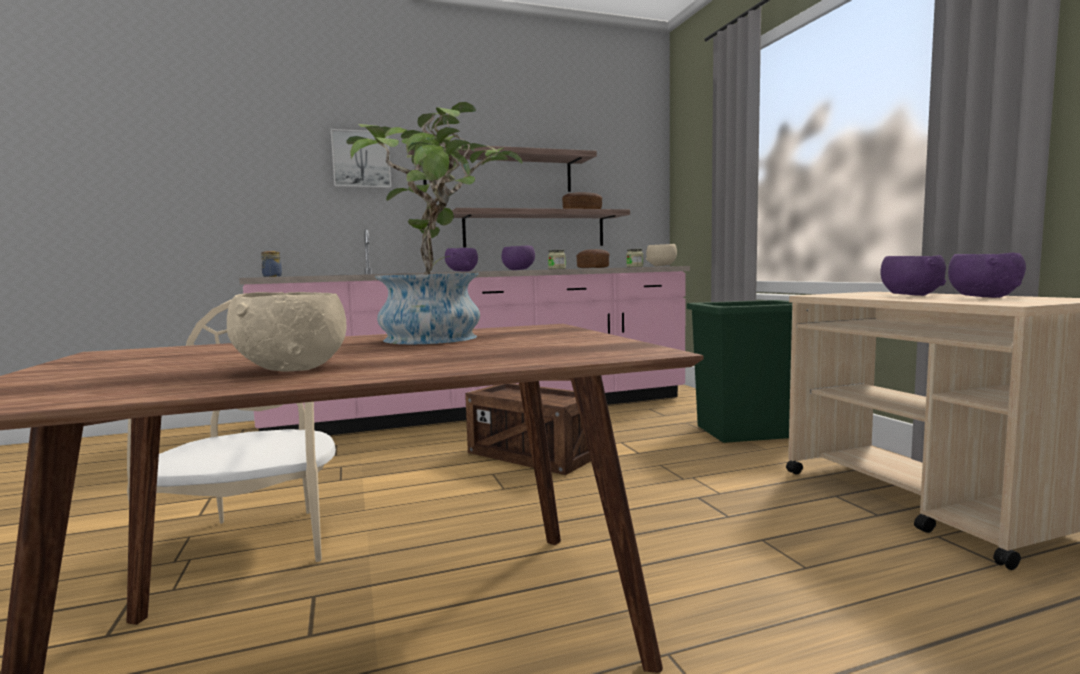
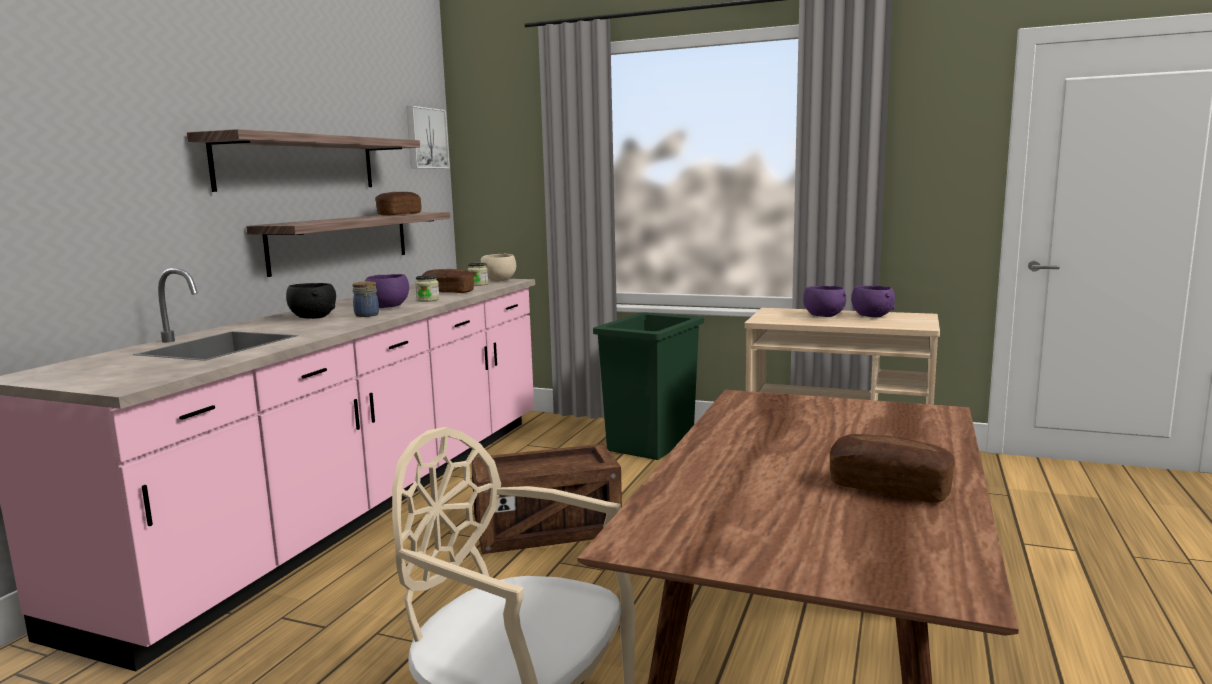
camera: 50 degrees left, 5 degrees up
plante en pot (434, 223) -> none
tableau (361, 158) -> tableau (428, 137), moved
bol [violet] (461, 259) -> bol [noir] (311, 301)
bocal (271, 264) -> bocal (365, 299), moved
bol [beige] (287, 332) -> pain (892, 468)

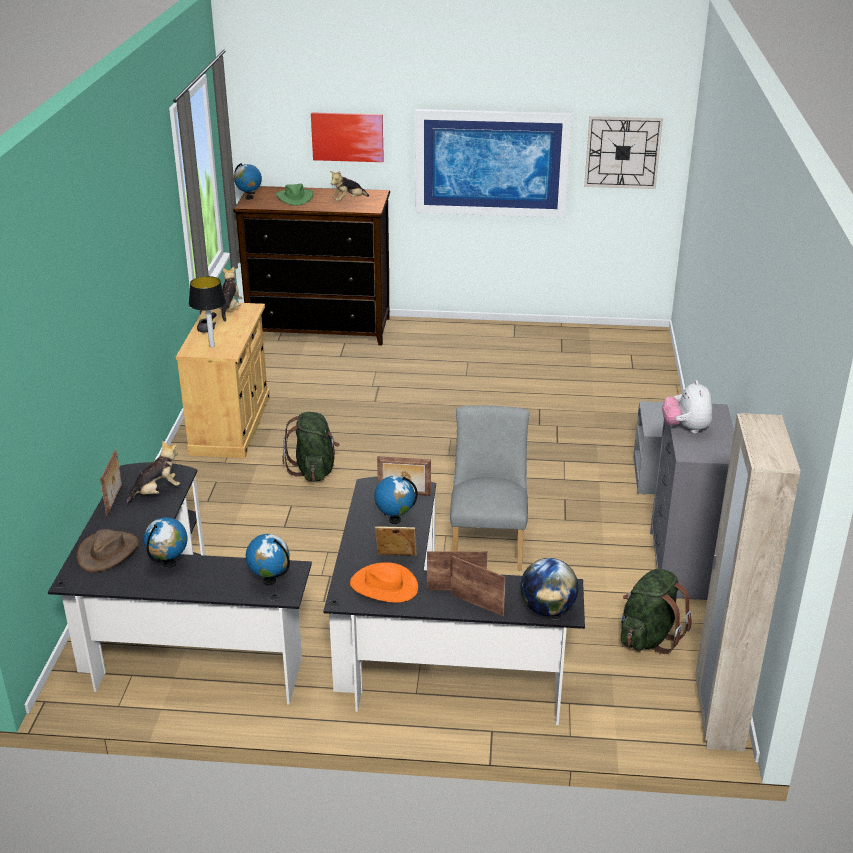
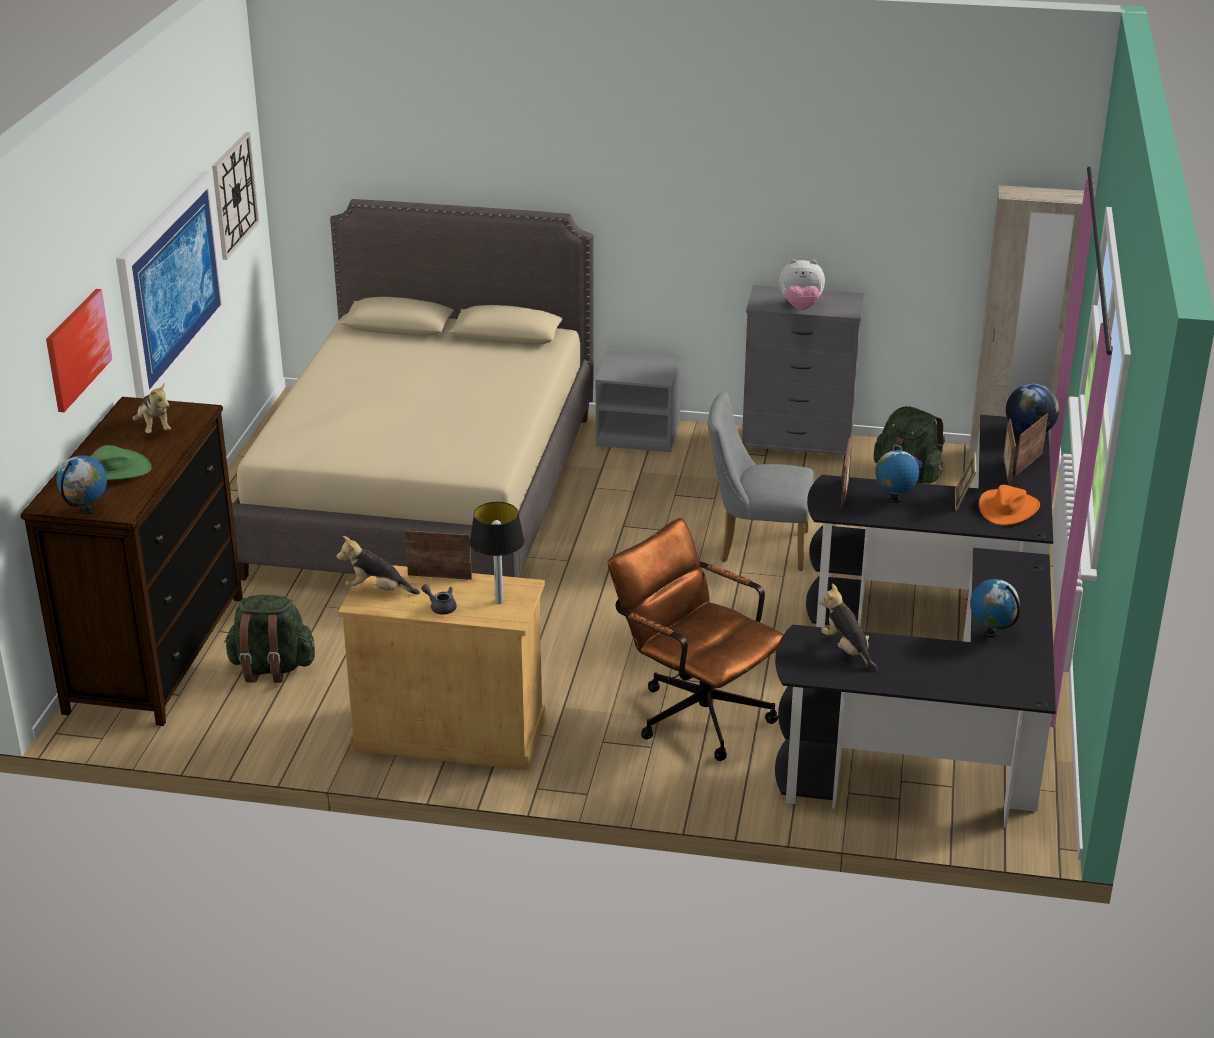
camera: 85 degrees left, 0 degrees up
sac à dos [vert] (311, 447) -> sac à dos [vert] (269, 639), moved
cadre photo (111, 482) -> cadre photo (438, 555), moved
chapeau [marron] (107, 550) -> none
globe (268, 560) -> none
none -> lit [beige] (413, 389)
none -> chaise de bureau [marron] (696, 639)

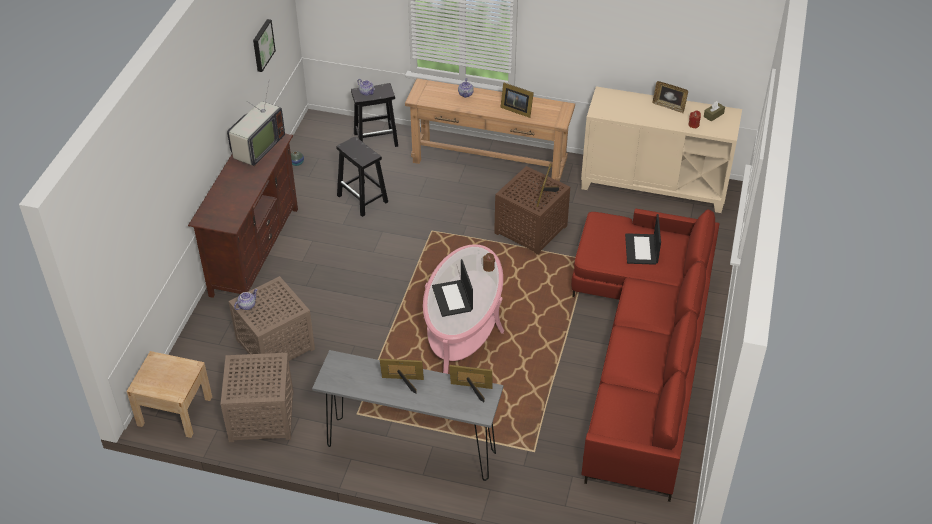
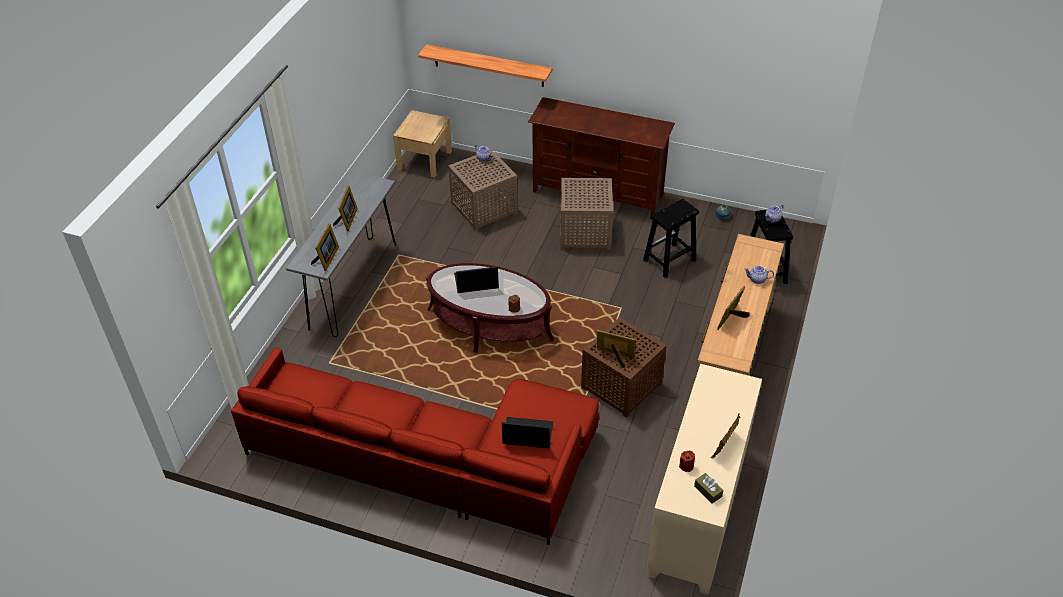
camera: 95 degrees right, 0 degrees up
tableau (264, 45) -> none
téléviseur (256, 123) -> none
table basse [rose] (463, 309) -> table basse [marron] (490, 308)
table d'appoint [marron] (257, 397) -> table d'appoint [marron] (586, 214), moved
none -> étagère (485, 65)

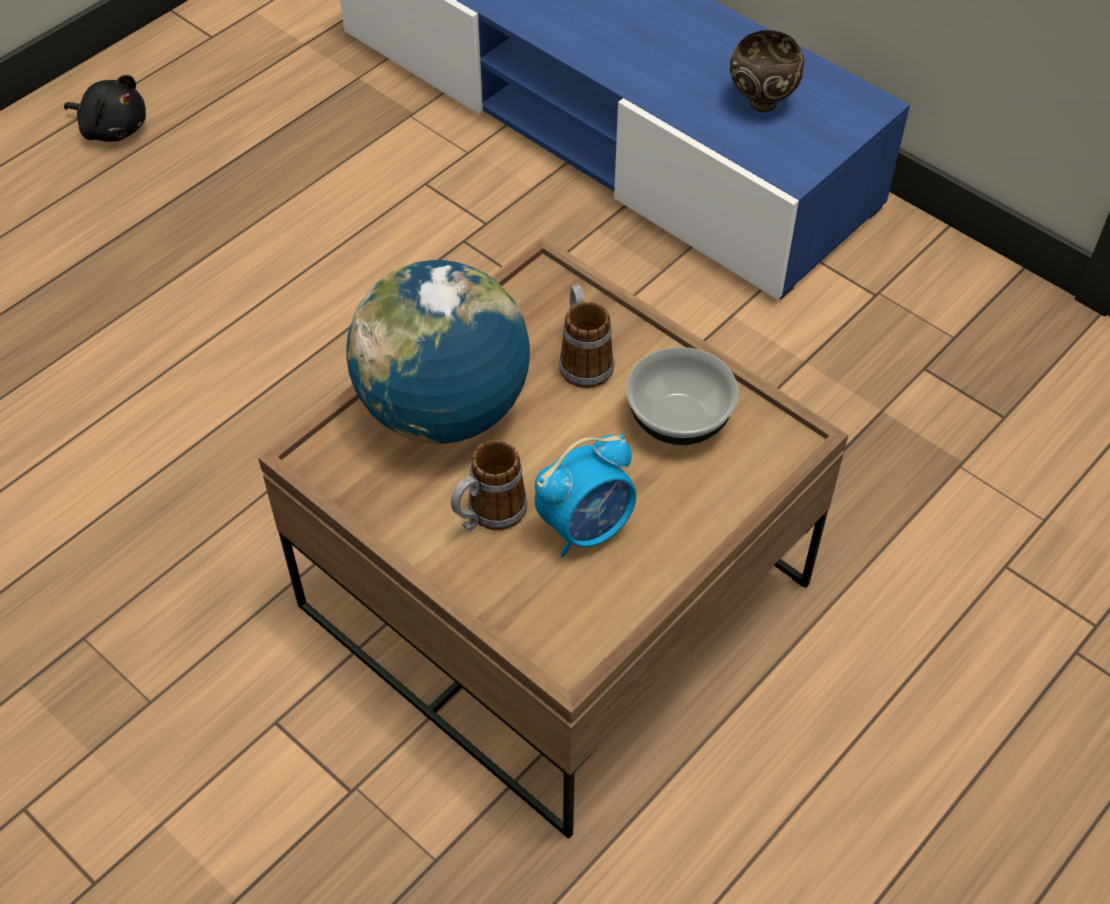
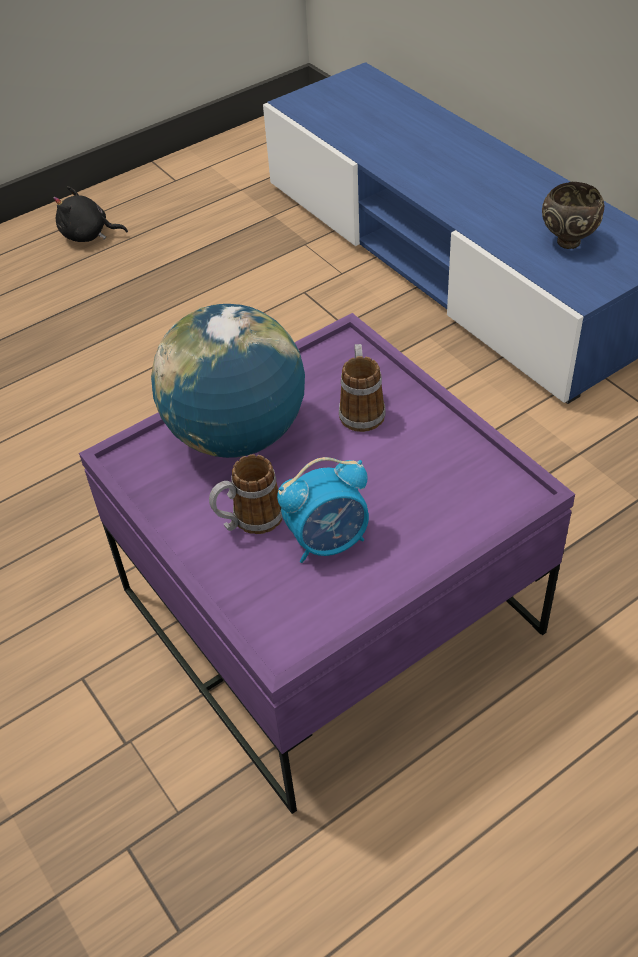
camera: 15 degrees right, 5 degrees down
peluche [noir] (105, 108) -> peluche [noir] (90, 214), 150 degrees clockwise
table basse [marron] (553, 537) -> table basse [violet] (327, 563)
bol (682, 396) -> none

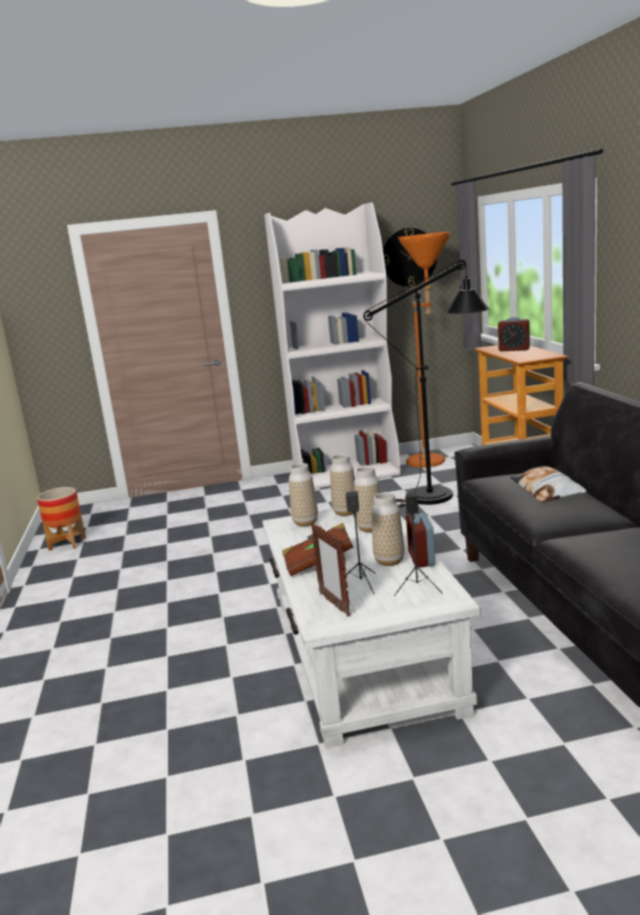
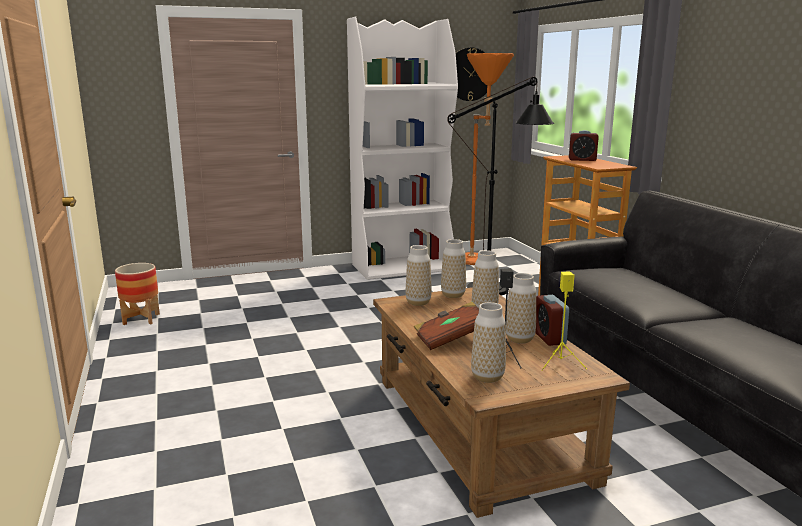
camera: 10 degrees left, 0 degrees up
coussin (548, 484) -> none
enceinte [noir] (418, 544) -> enceinte [jaune] (564, 321)
table basse [blanc] (371, 628) -> table basse [marron] (501, 402)
cadre photo (331, 569) -> vase (488, 342)

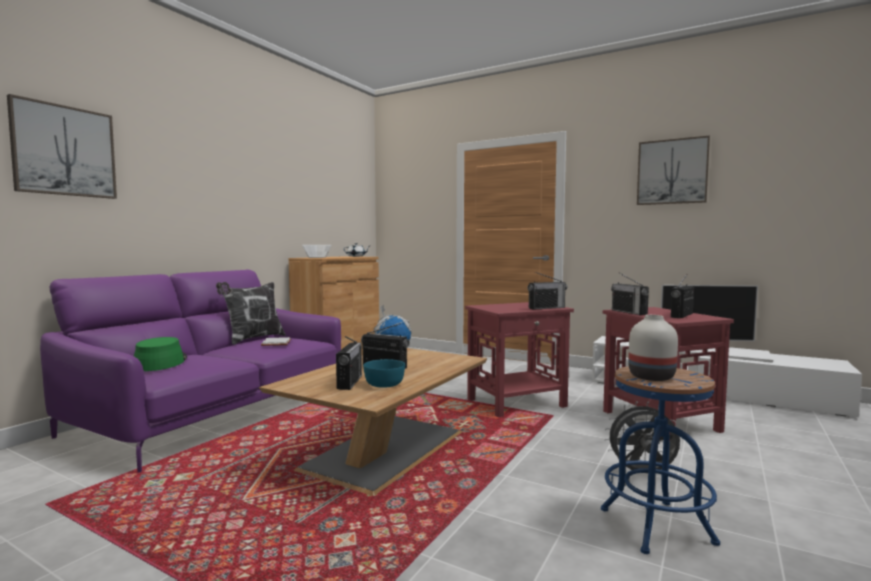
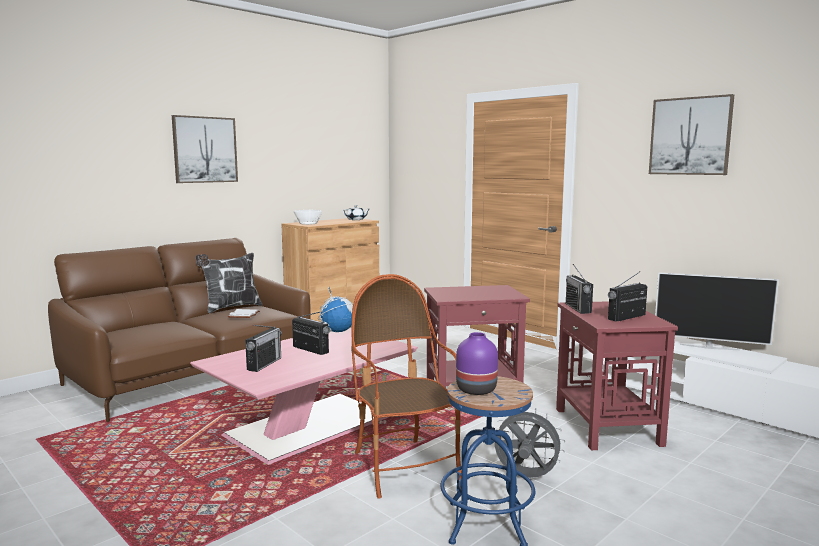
camera: 15 degrees right, 5 degrees up
tableau (62, 146) -> tableau (205, 149), moved
canapé [violet] (190, 371) -> canapé [marron] (179, 330)
radio (547, 291) -> none
vase [blanc] (653, 348) -> vase [violet] (477, 363)
chapeau [vert] (160, 354) -> none
table basse [marron] (373, 422) -> table basse [rose] (304, 396)
bol [turquoise] (384, 373) -> none
none -> fauteuil (406, 386)

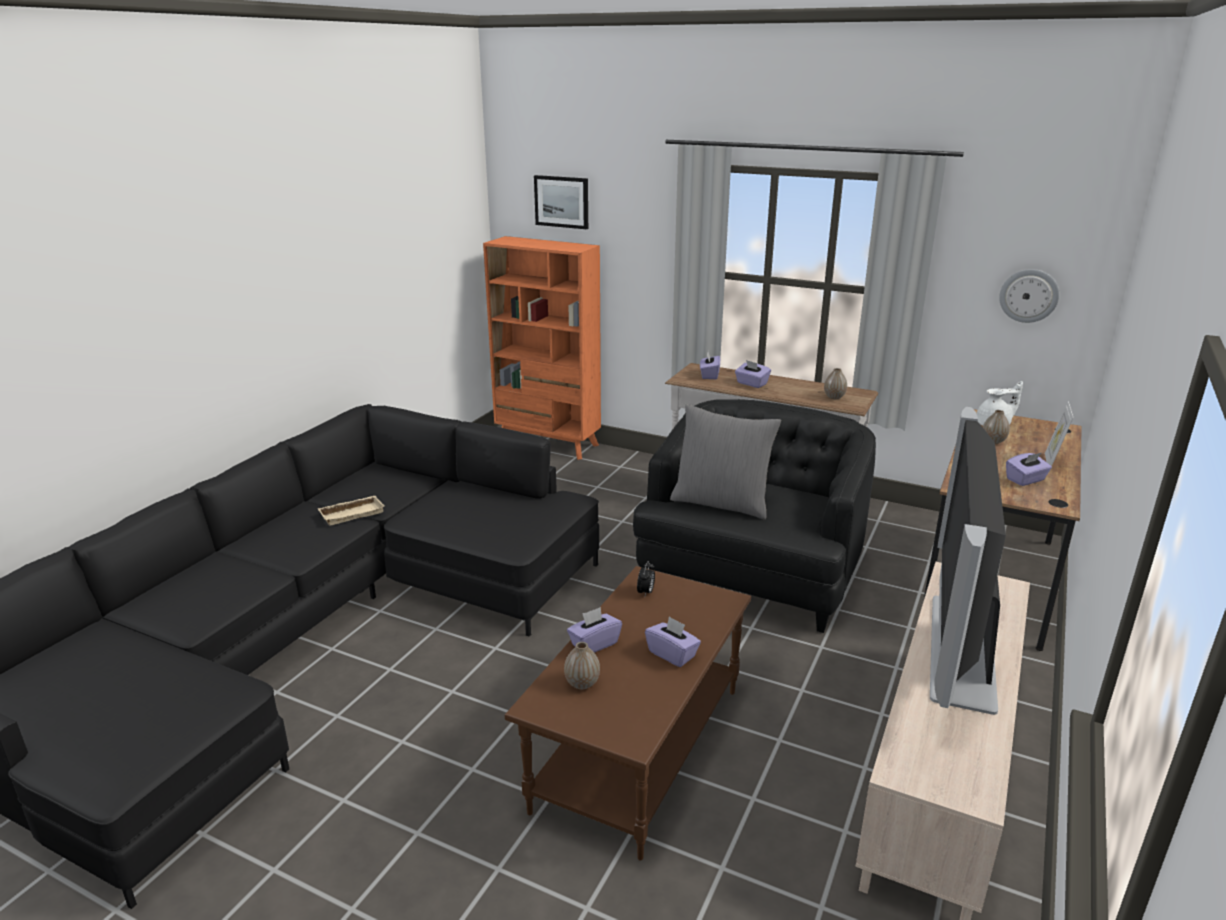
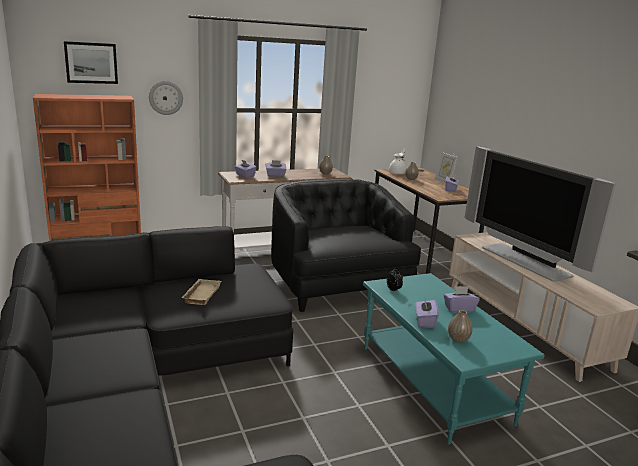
camera: 50 degrees left, 5 degrees down
horloge murale (1029, 296) -> horloge murale (166, 98), moved
coussin [gris] (725, 461) -> none
plateau [beige] (350, 511) -> plateau [beige] (201, 292), moved
table basse [marron] (628, 713) -> table basse [turquoise] (454, 359)

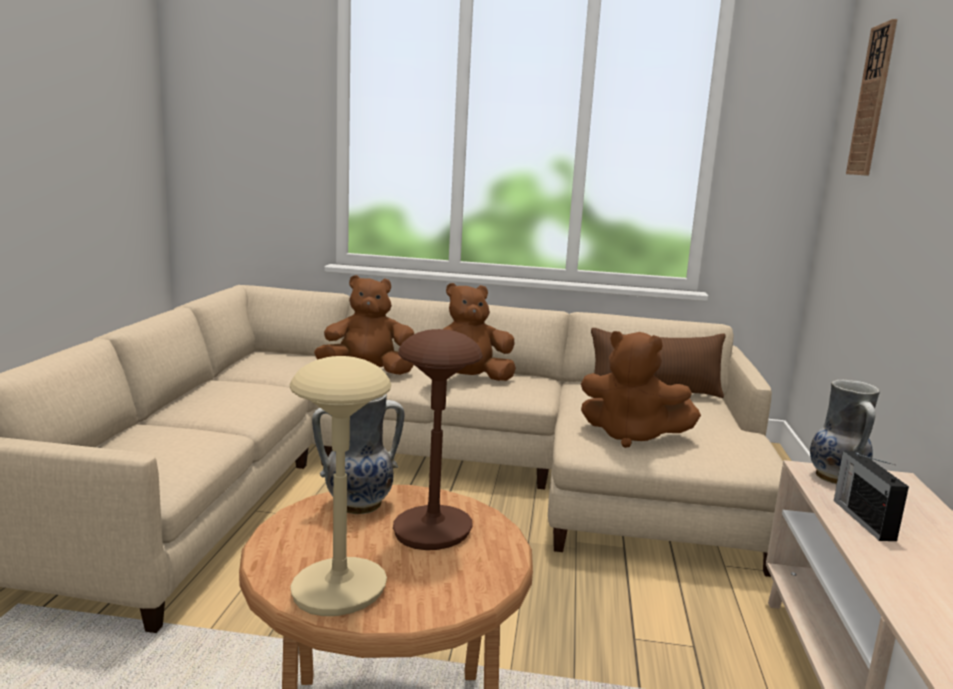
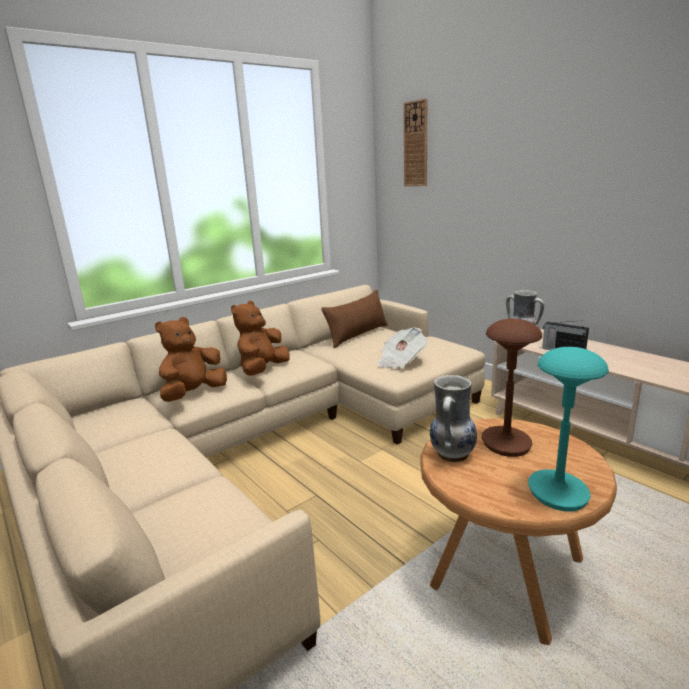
camera: 45 degrees left, 5 degrees up
peluche [marron] (641, 389) -> journal (402, 348)
lampe de table [beige] (340, 486) -> lampe de table [turquoise] (568, 429)

